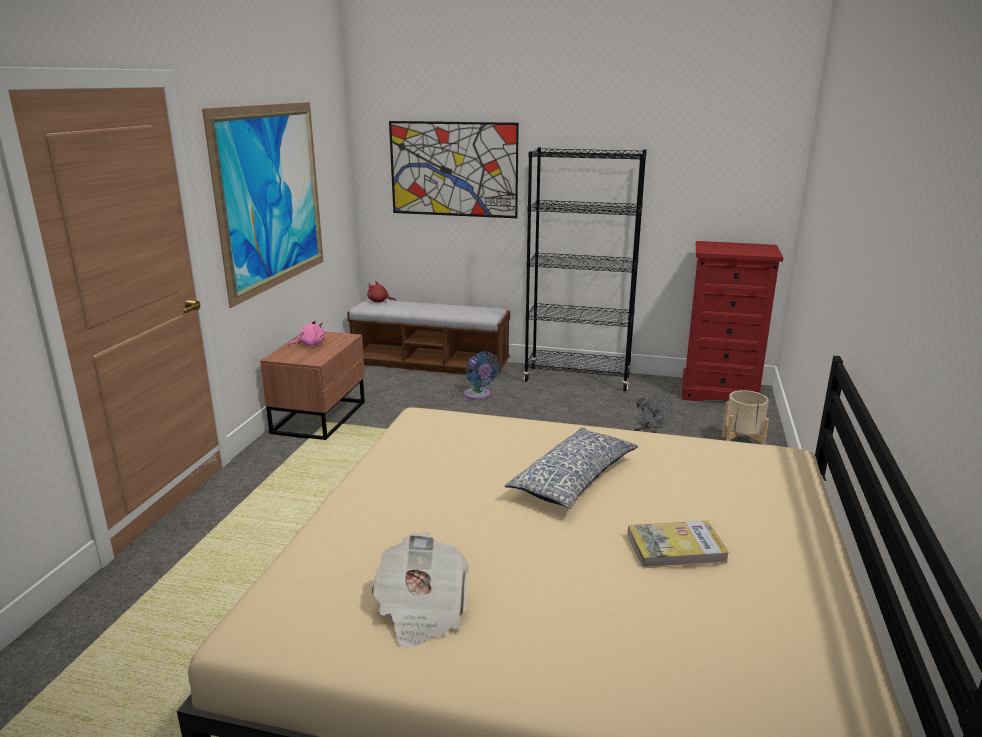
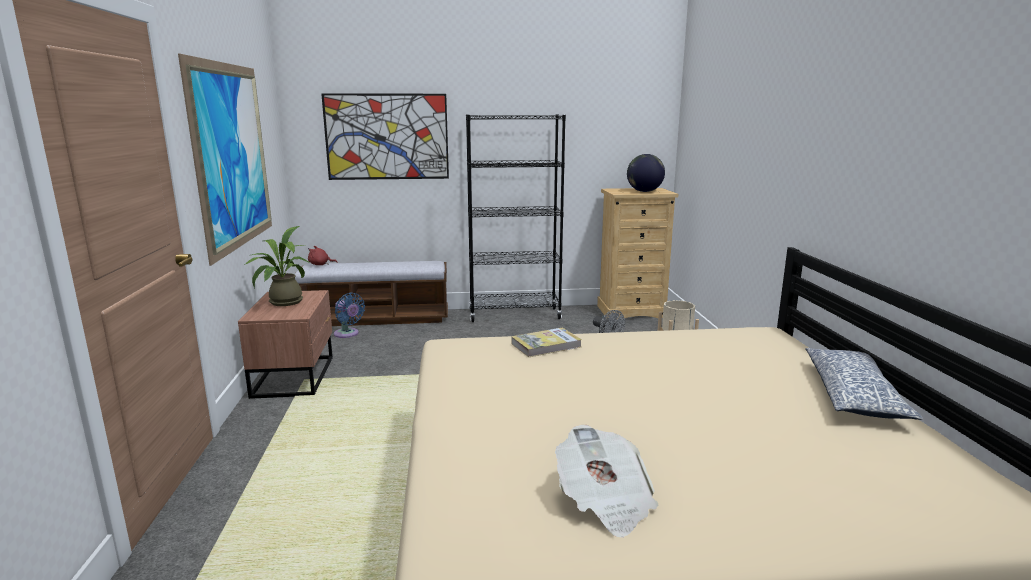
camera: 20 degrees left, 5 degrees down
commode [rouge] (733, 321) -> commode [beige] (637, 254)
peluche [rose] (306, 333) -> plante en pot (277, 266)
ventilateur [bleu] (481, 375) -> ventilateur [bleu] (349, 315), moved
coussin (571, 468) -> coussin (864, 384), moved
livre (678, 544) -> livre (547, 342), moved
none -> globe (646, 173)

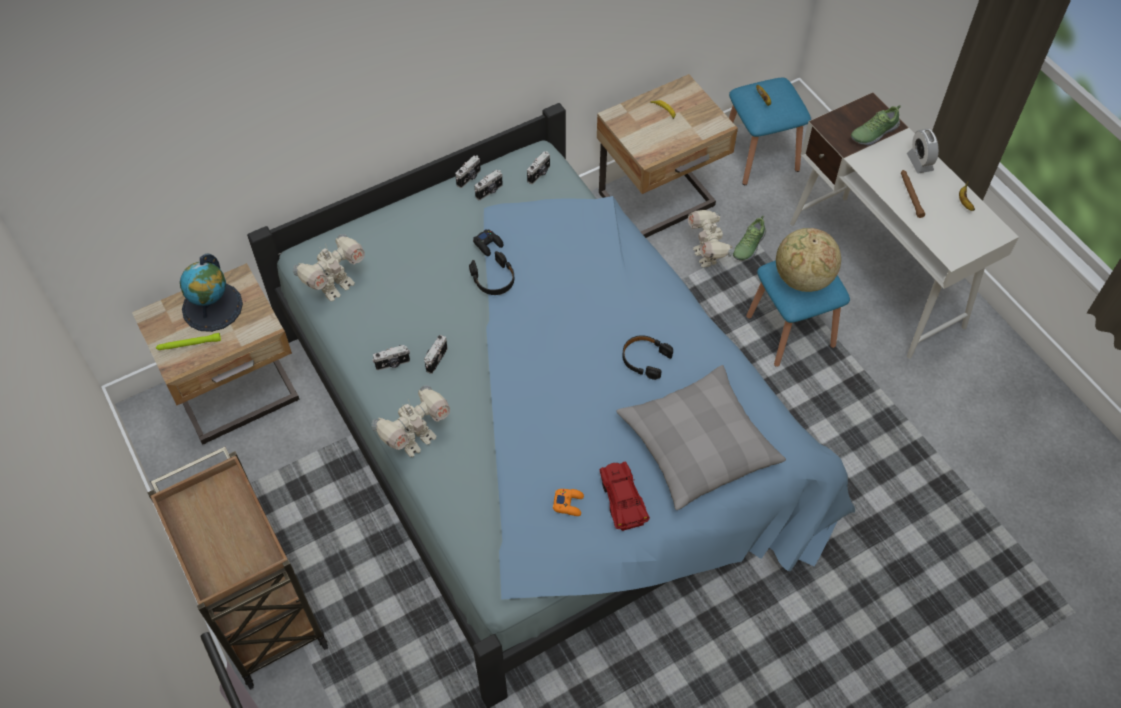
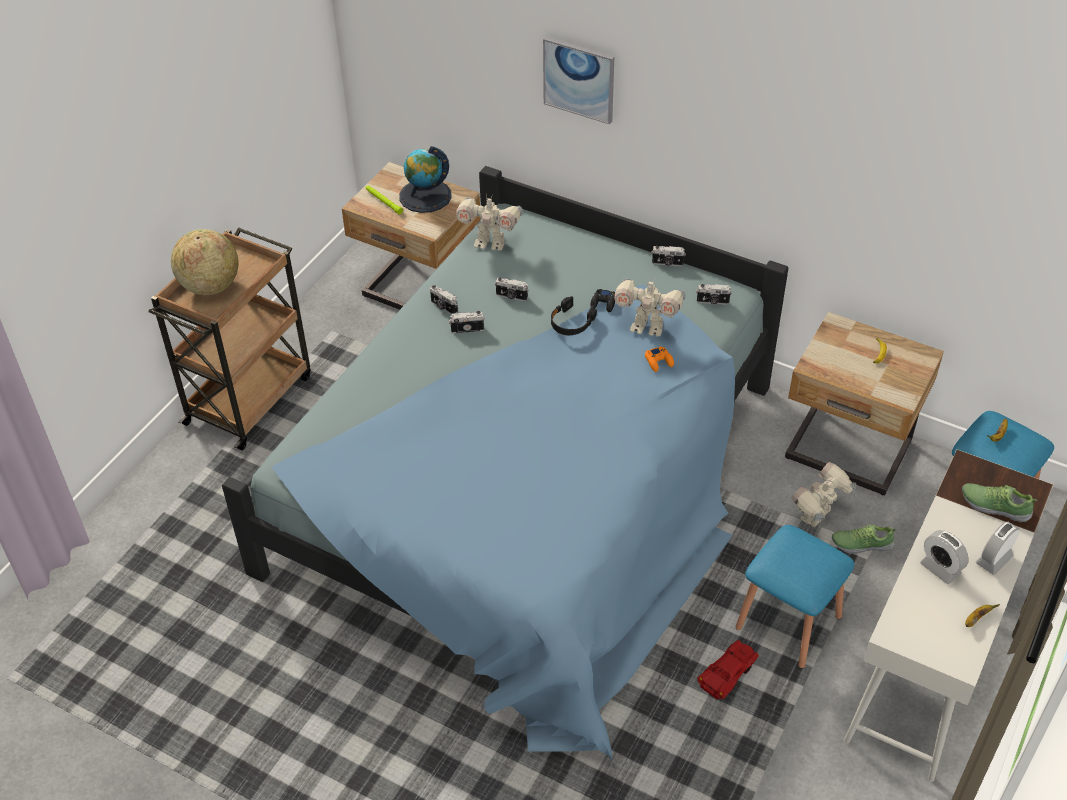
camera: 60 degrees right, 10 degrees down
appareil photo (489, 185) -> appareil photo (512, 289), moved
lampe de poche [marron] (913, 194) -> réveil (944, 557)
globe (808, 260) -> globe (204, 262), moved
casque audio [noir] (647, 357) -> none
coussin [gris] (701, 437) -> none
robot jouet (411, 421) -> robot jouet (650, 307), moved
petite voiture [rouge] (625, 496) -> petite voiture [rouge] (728, 670), moved
manette [orange] (568, 502) -> manette [orange] (659, 359), moved
none -> tableau (578, 80)

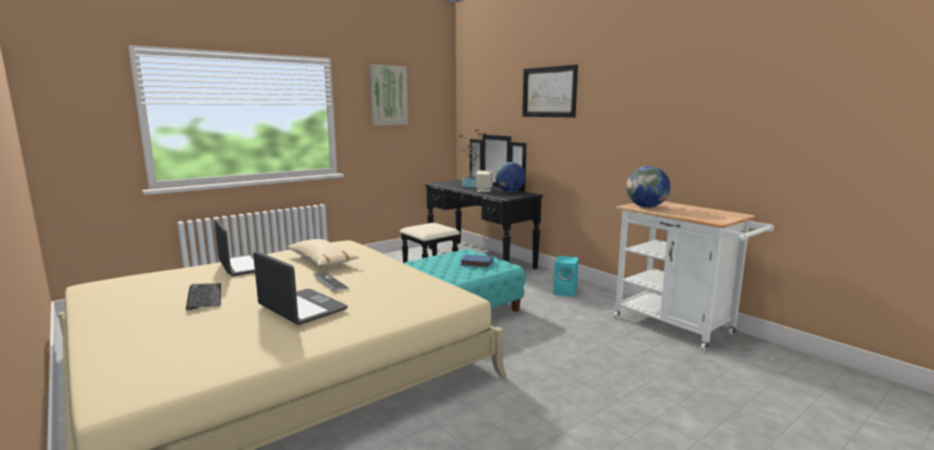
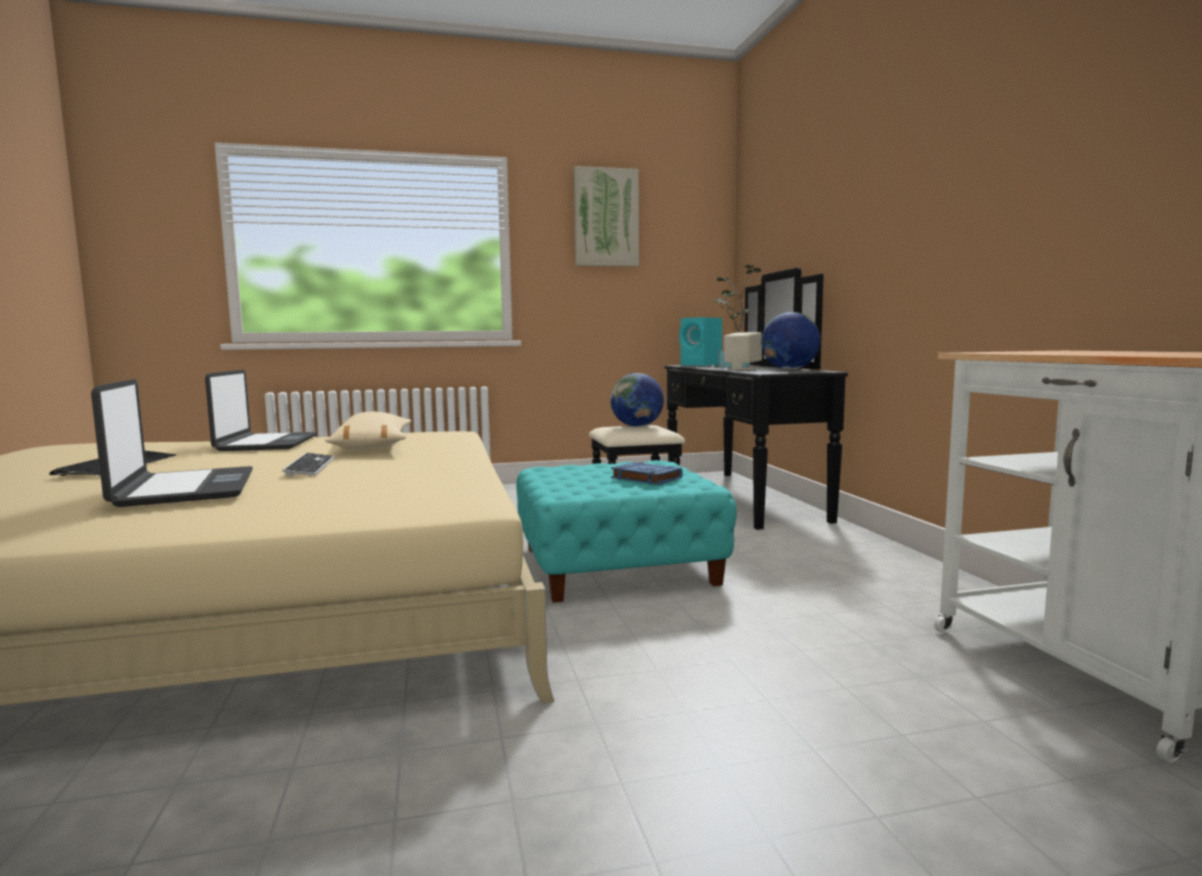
camera: 25 degrees right, 5 degrees down
tableau (550, 91) -> none
globe (648, 187) -> globe (637, 400), moved
enceinte [turquoise] (566, 276) -> enceinte [turquoise] (700, 341), moved

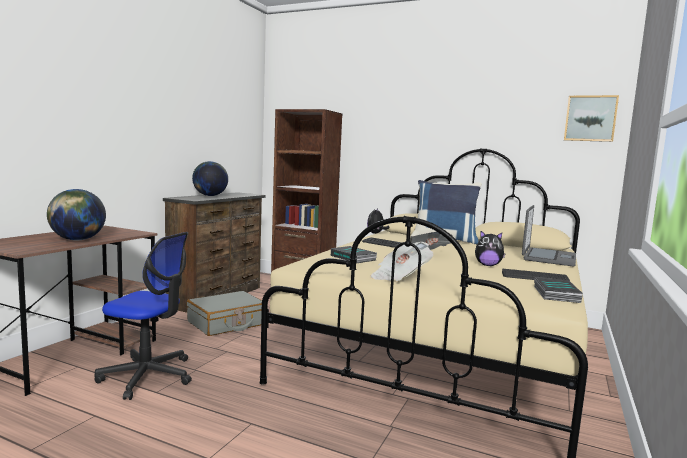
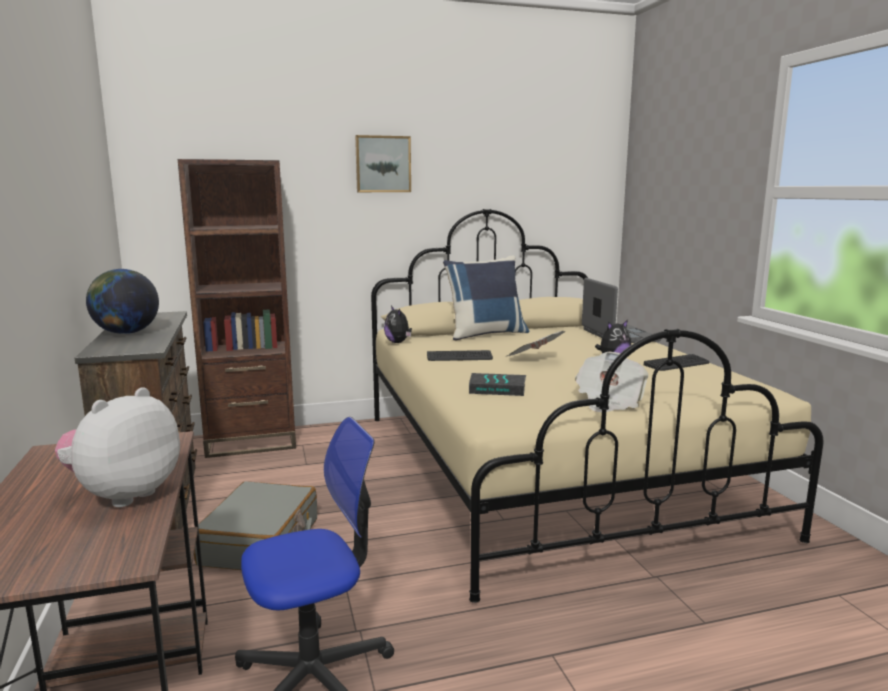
camera: 40 degrees left, 5 degrees up
tableau (591, 118) -> tableau (383, 163), moved
globe (76, 214) -> peluche (117, 447)
livre (558, 290) -> none

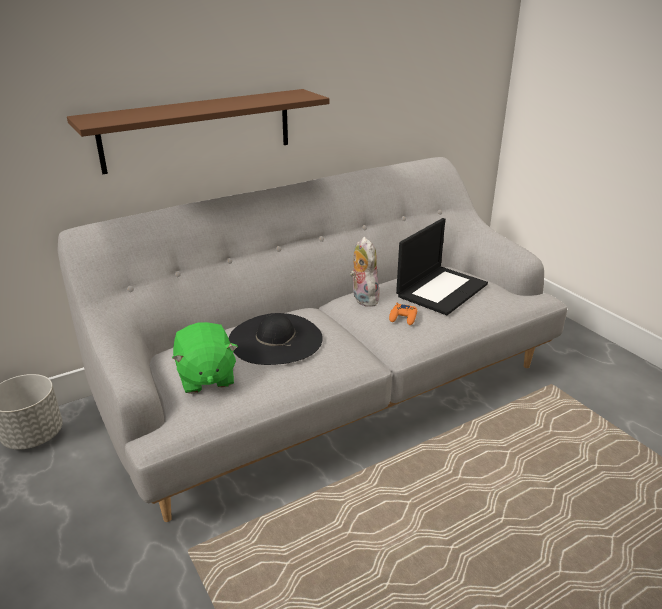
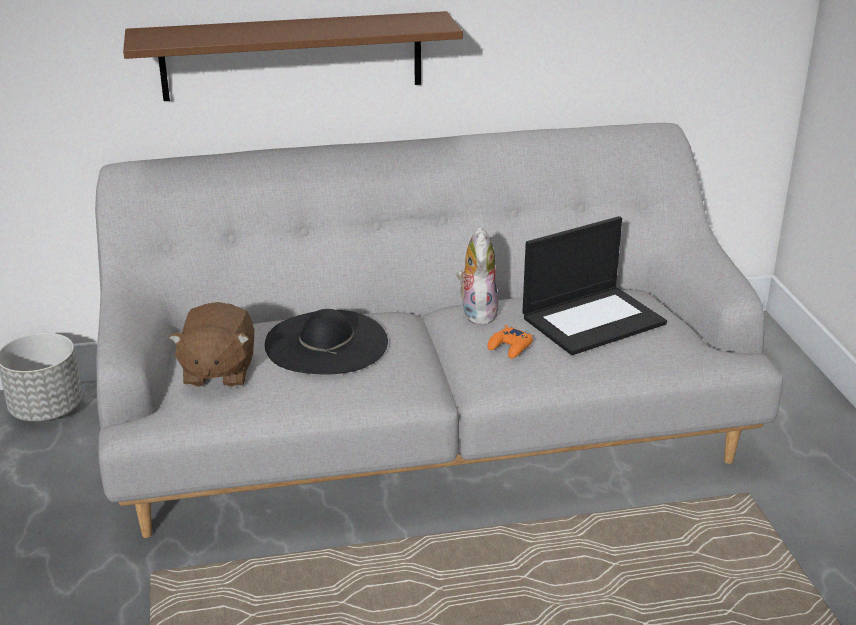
camera: 20 degrees right, 0 degrees up
peluche [vert] (205, 358) -> peluche [marron] (212, 344)

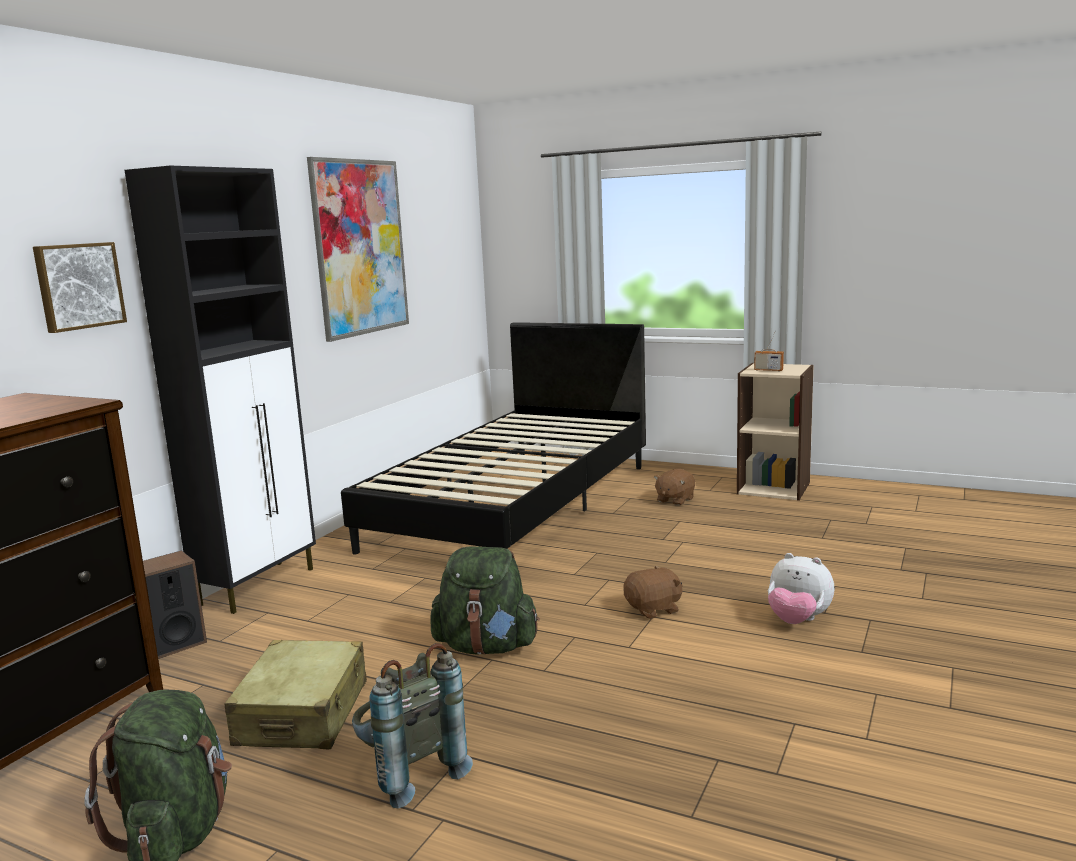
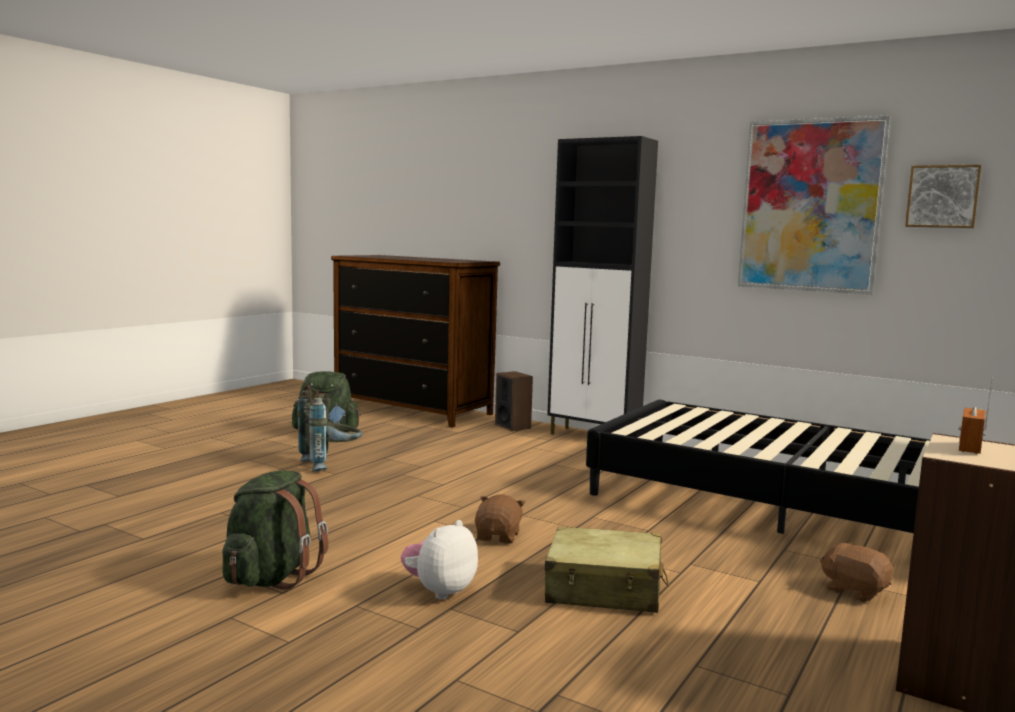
camera: 95 degrees right, 5 degrees down
tableau (80, 287) -> tableau (943, 196), moved
sac à dos [vert] (485, 600) -> sac à dos [vert] (276, 530), moved
peluche [marron] (653, 592) -> peluche [marron] (500, 519), 150 degrees counterclockwise
valise [beige] (295, 694) -> valise [beige] (607, 569), moved

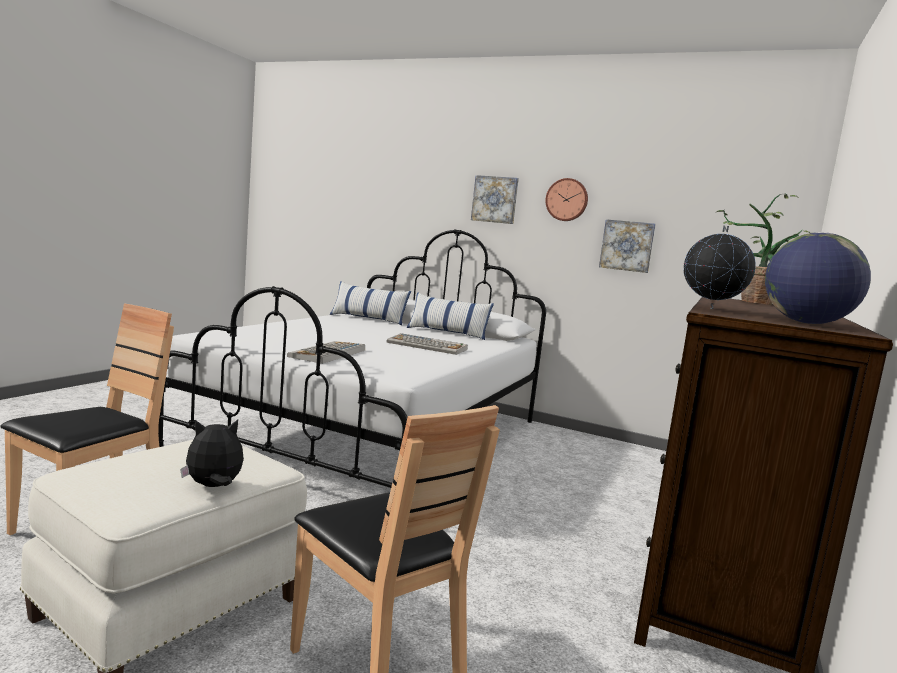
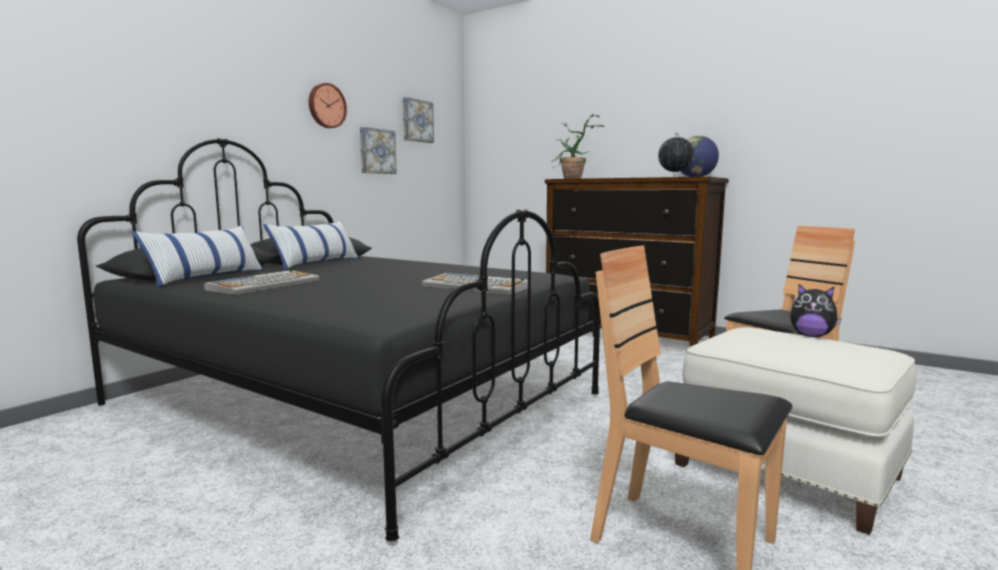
camera: 80 degrees left, 0 degrees up
tableau (495, 199) -> tableau (418, 120), moved
lit [blanc] (352, 358) -> lit [noir] (338, 340)
clavier (427, 344) -> clavier (261, 282), moved
peluche (212, 453) -> peluche (816, 310), 45 degrees counterclockwise

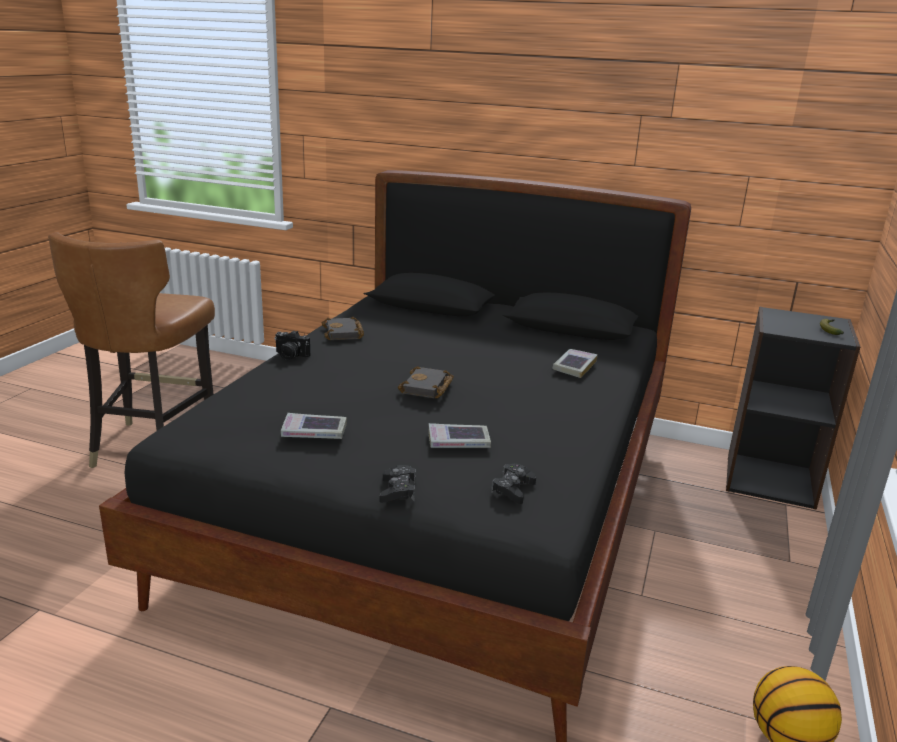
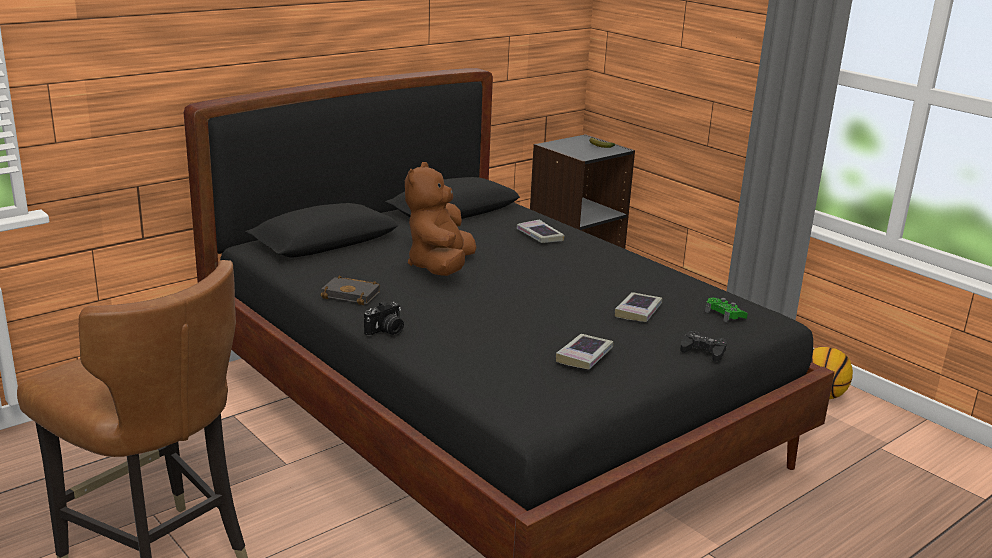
camera: 60 degrees left, 0 degrees up
livre [noir] (426, 382) -> none
manette [noir] (513, 484) -> manette [vert] (726, 310)
none -> peluche [marron] (441, 219)

